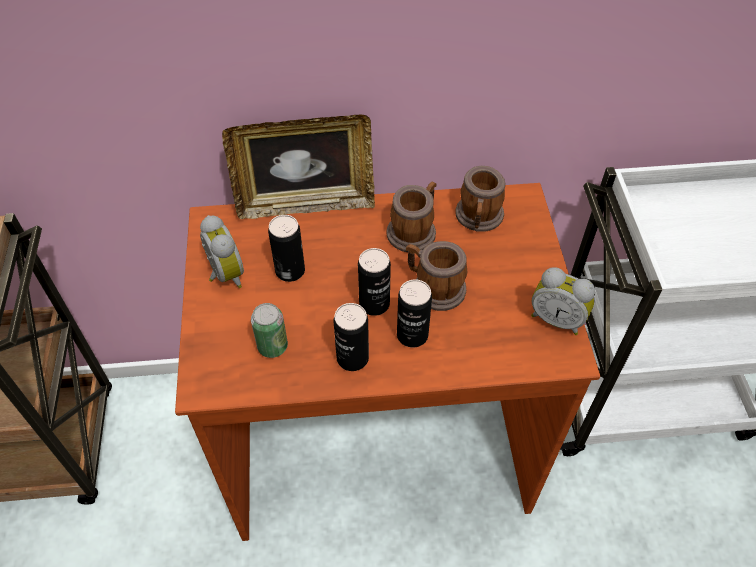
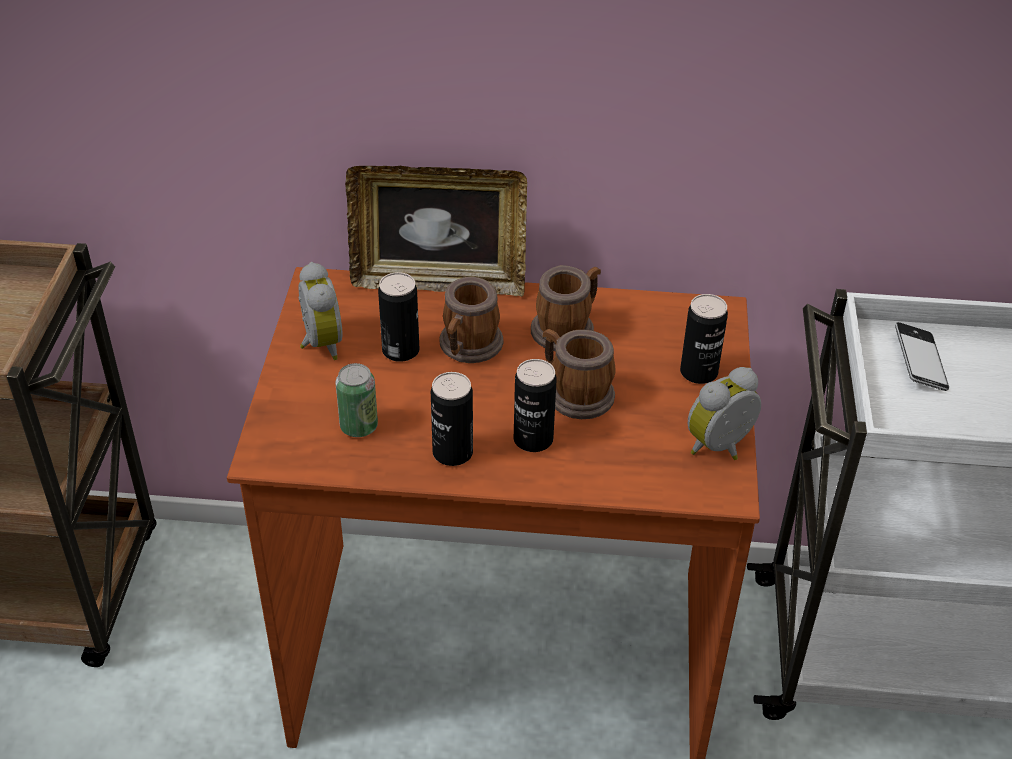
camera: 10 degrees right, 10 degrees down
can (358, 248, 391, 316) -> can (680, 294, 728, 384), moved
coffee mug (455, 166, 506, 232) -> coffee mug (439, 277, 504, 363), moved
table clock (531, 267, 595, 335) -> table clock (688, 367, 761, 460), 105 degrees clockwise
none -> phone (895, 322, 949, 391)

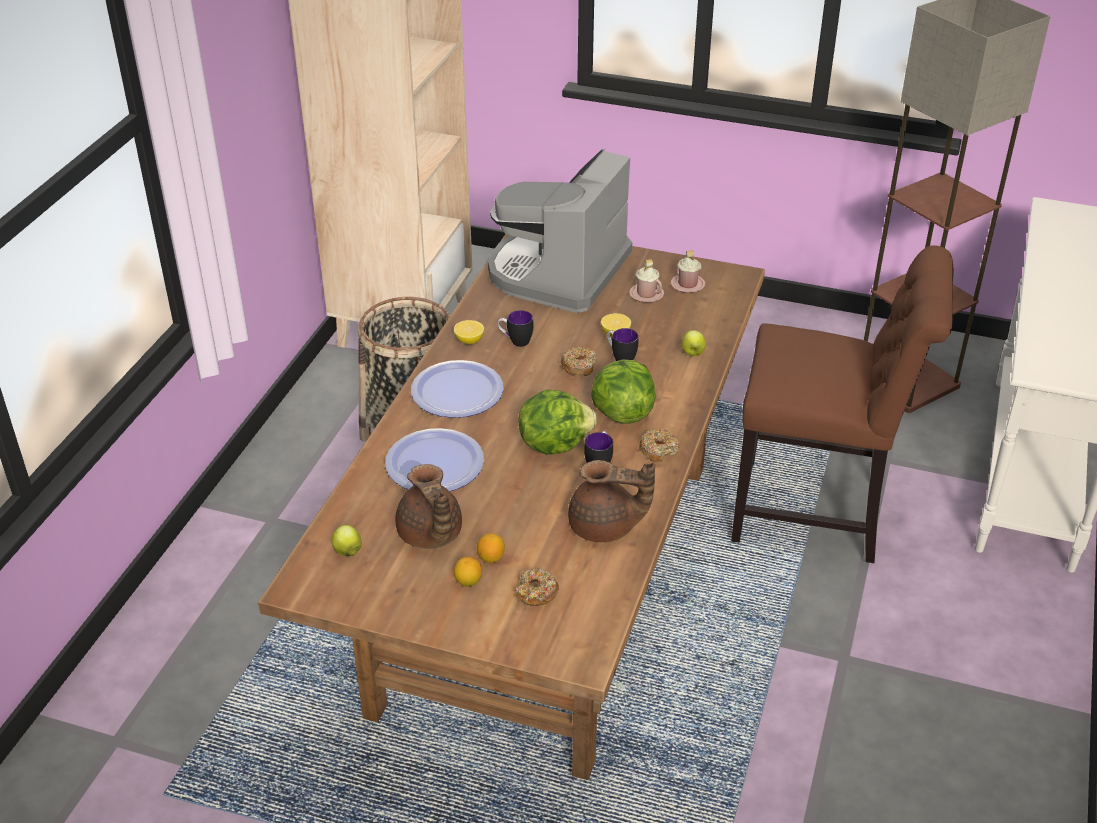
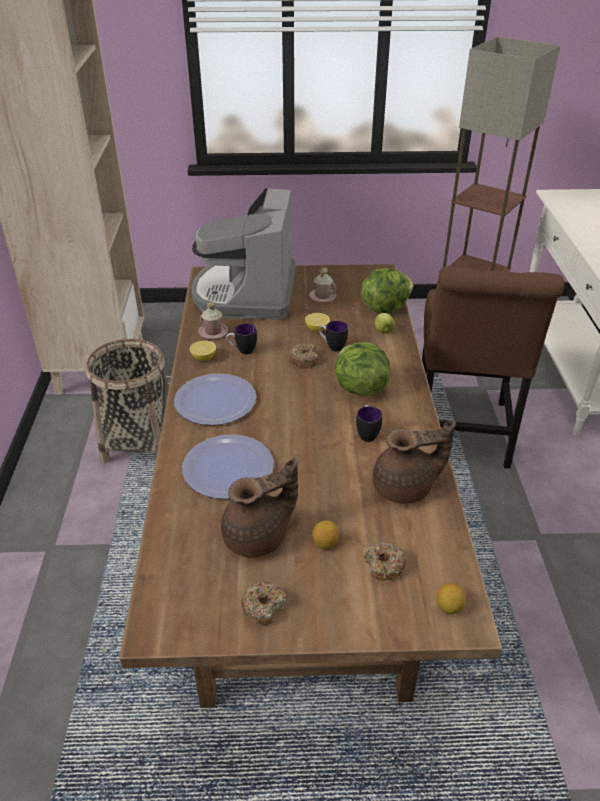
camera: 20 degrees left, 0 degrees up
apple (331, 525, 362, 556) -> none
brownish teapot (396, 464, 462, 549) -> brownish teapot (221, 458, 298, 557), 75 degrees counterclockwise
citrus fruit (454, 557, 482, 587) -> citrus fruit (437, 583, 466, 615), moved
head of lettuce (519, 389, 597, 455) -> head of lettuce (361, 268, 413, 313), moved
ring doughnut (639, 429, 679, 462) -> ring doughnut (241, 581, 287, 626), moved
pink-coloured coffee mug (671, 250, 705, 293) -> pink-coloured coffee mug (198, 302, 228, 339), moved
brownish upright chair (731, 245, 954, 563) -> brownish upright chair (422, 266, 564, 469), 105 degrees clockwise

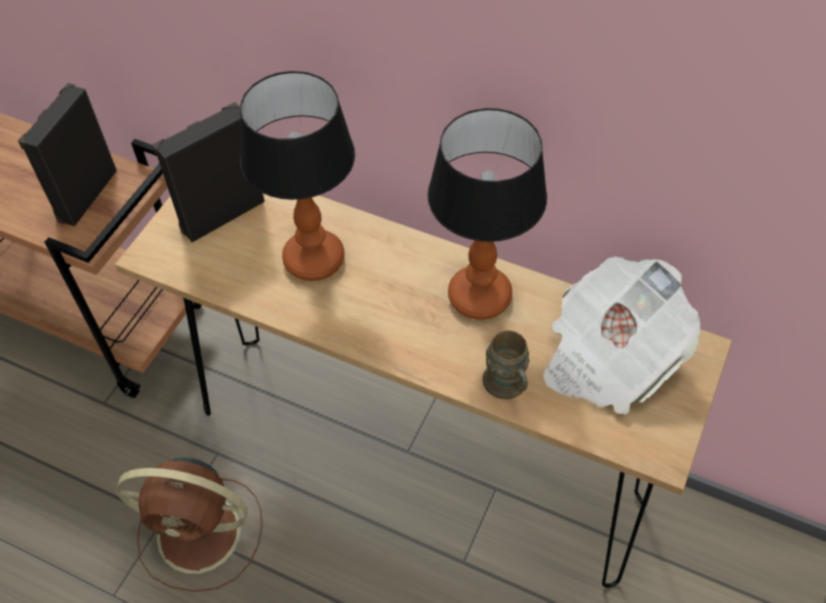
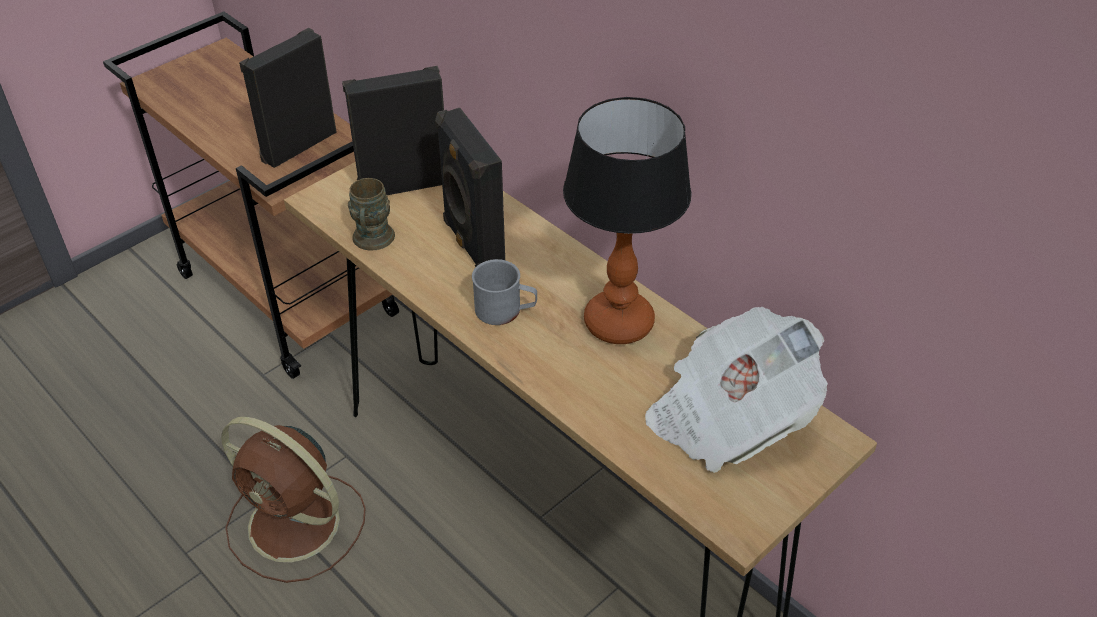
camera: 20 degrees right, 10 degrees down
lamp for a table (240, 71, 355, 281) -> blackish audio speaker (435, 108, 505, 267)
brownish coffee mug (483, 331, 530, 399) -> brownish coffee mug (348, 178, 395, 251), moved
none -> grey coffee mug (472, 259, 537, 325)

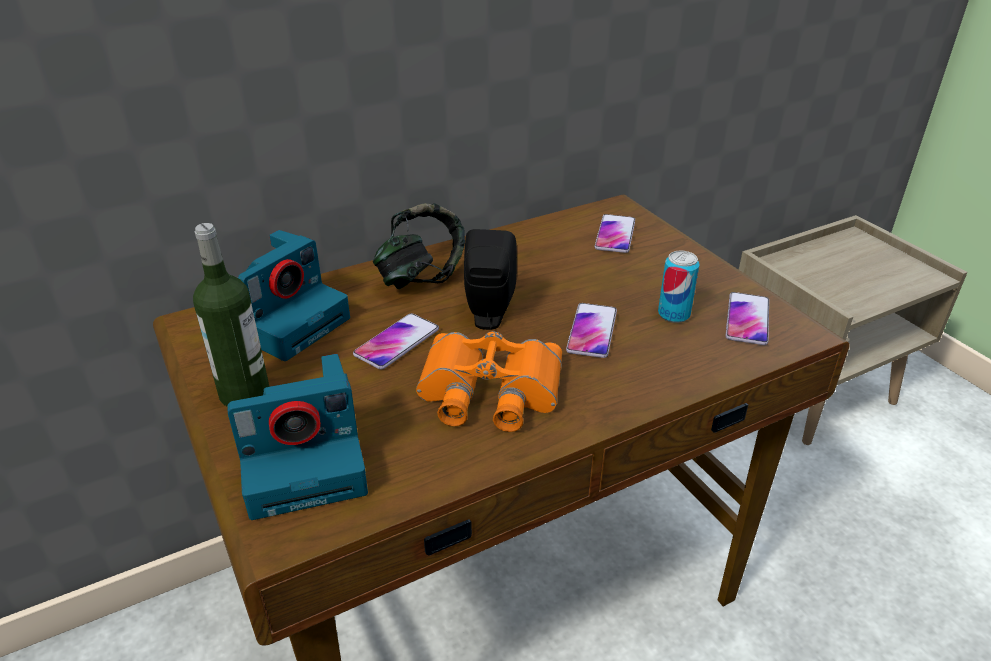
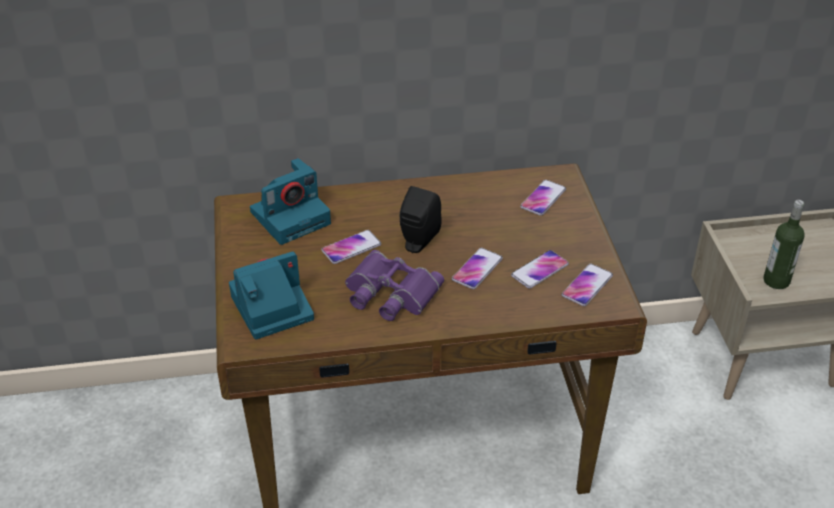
camera: 20 degrees right, 5 degrees up
beverage bottle (193, 223, 270, 407) -> beverage bottle (763, 200, 805, 289), moved
still camera (227, 354, 368, 520) -> still camera (229, 252, 314, 339), 150 degrees clockwise
pair of headphones (373, 203, 465, 289) -> none
orangey pair of binoculars (416, 331, 562, 432) -> purple pair of binoculars (345, 250, 444, 321)
can (658, 251, 700, 323) -> phone (511, 250, 569, 289)

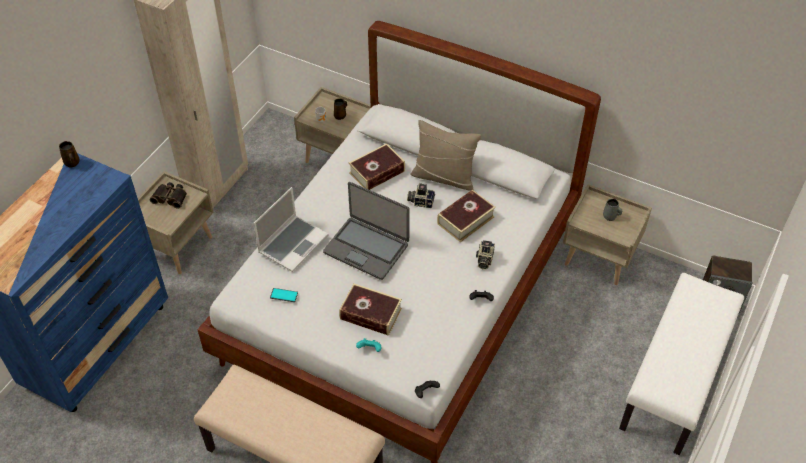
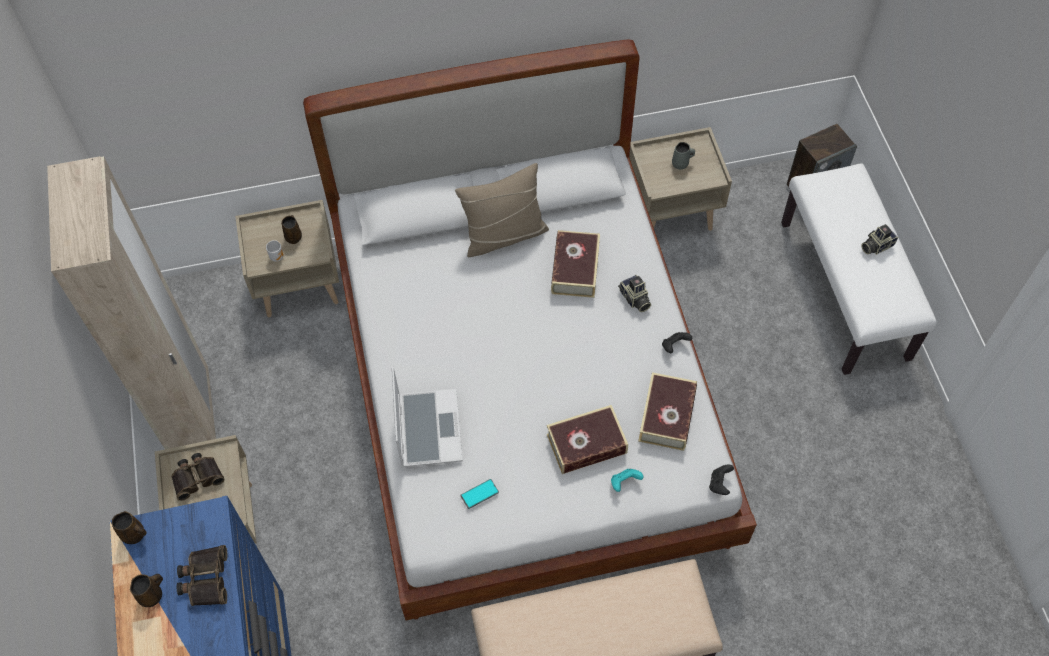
camera: 40 degrees left, 10 degrees up
laptop (323, 182, 410, 280) -> none
bound book (349, 143, 405, 190) -> bound book (638, 372, 697, 451), moved
still camera (407, 183, 435, 208) -> still camera (861, 224, 898, 255), moved
none -> brownish coffee mug (130, 574, 163, 607)
none -> pair of binoculars (177, 545, 228, 606)

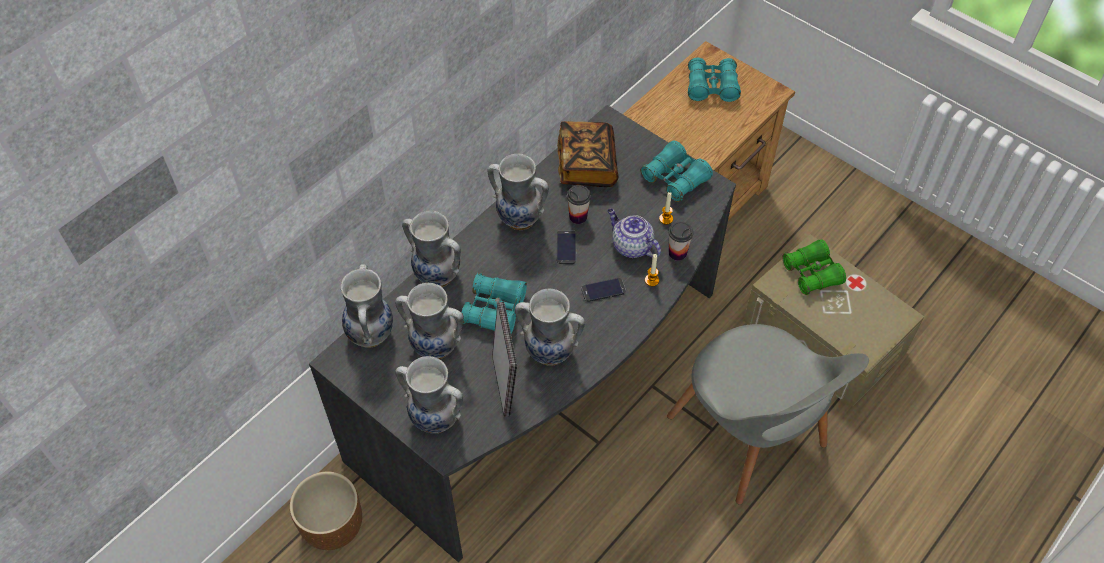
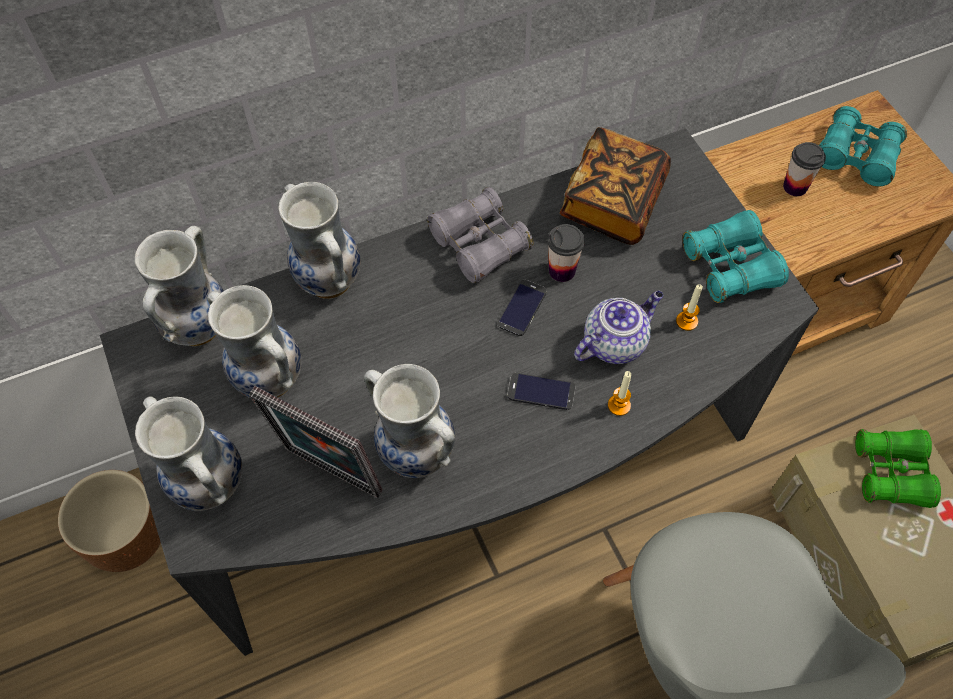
camera: 25 degrees right, 5 degrees up
blue-green pair of binoculars (462, 273, 527, 334) -> none
flower vase (487, 154, 549, 230) -> grey pair of binoculars (427, 187, 533, 283)
picture frame (492, 302, 517, 417) -> picture frame (249, 386, 383, 499), 105 degrees clockwise
teapot (607, 209, 661, 258) -> teapot (574, 291, 663, 364), 75 degrees clockwise
drinking cup (668, 221, 693, 261) -> drinking cup (783, 142, 826, 196), moved

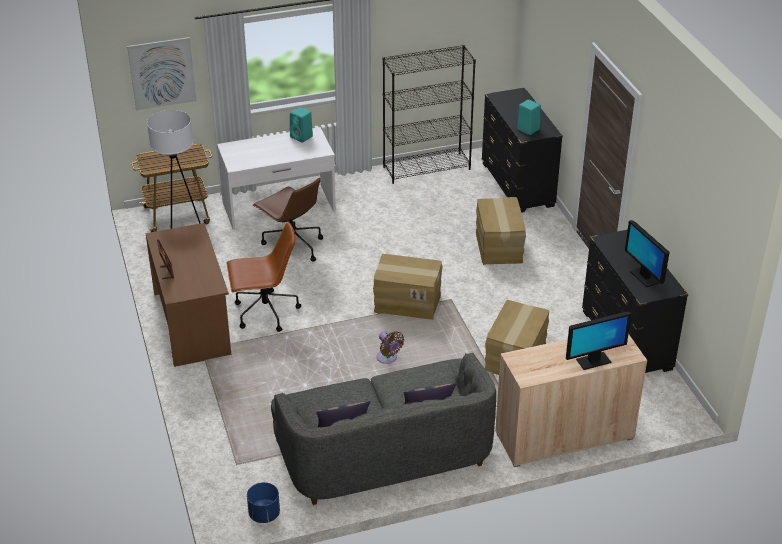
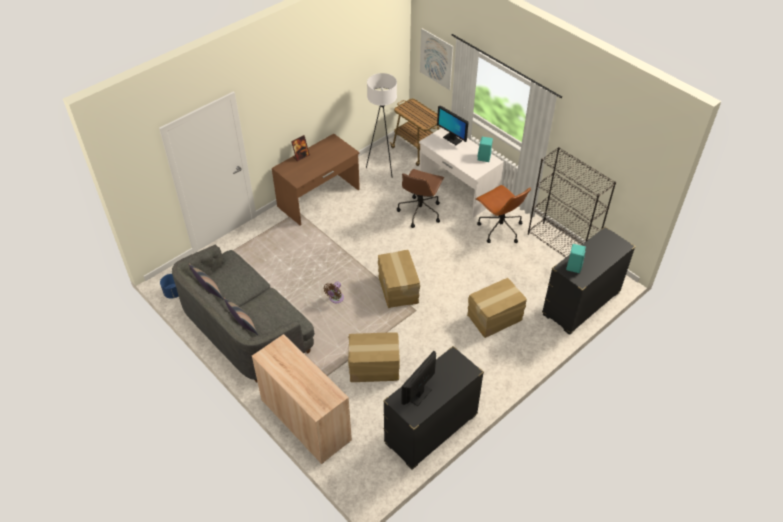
camera: 65 degrees right, 10 degrees up
brownish computer chair (226, 222, 301, 332) -> brownish computer chair (476, 185, 531, 243), moved
computer display (566, 312, 631, 370) -> computer display (437, 106, 469, 145), moved

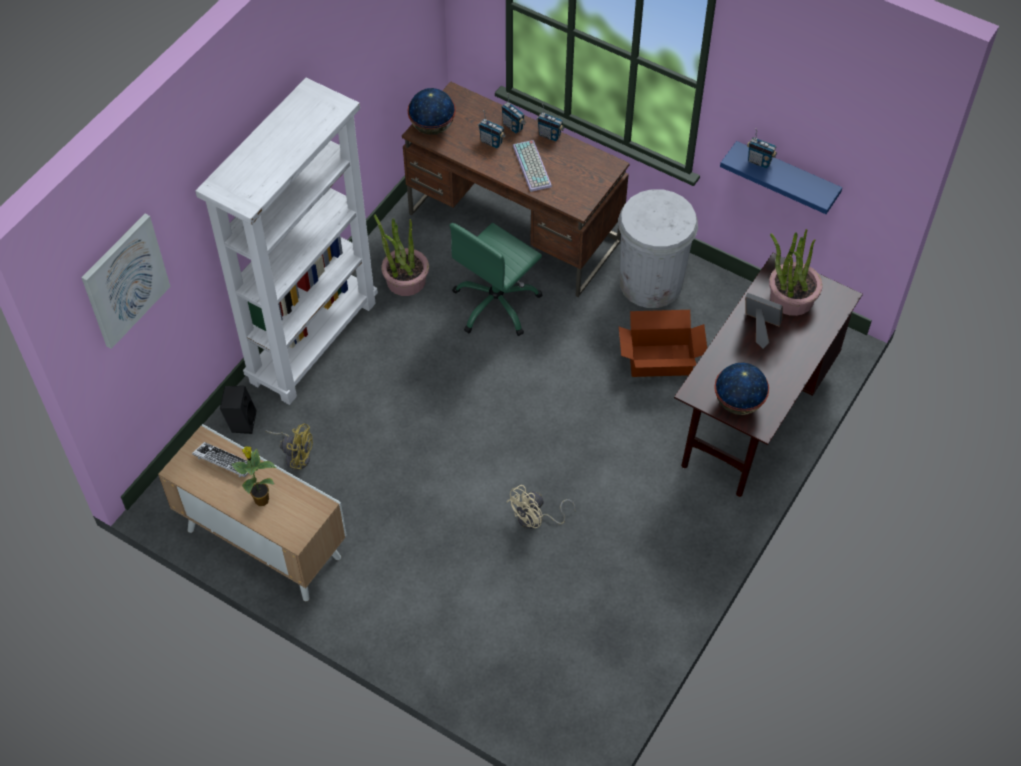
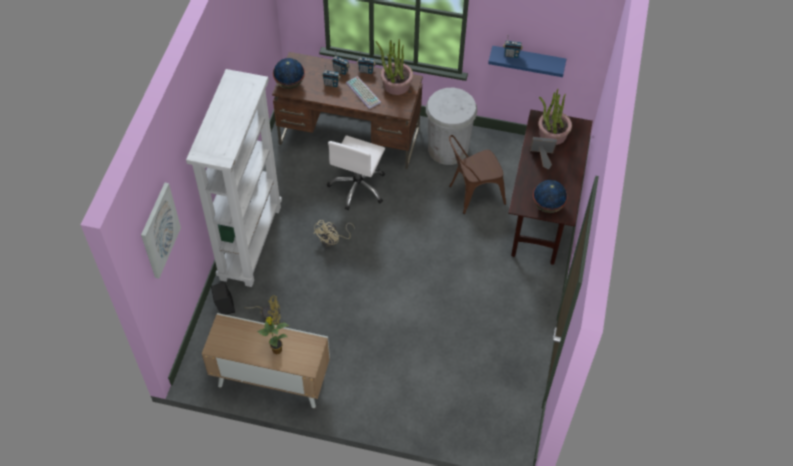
camera: 20 degrees left, 0 degrees up
keyboard (192, 442, 249, 477) -> none
houseplant (374, 214, 429, 296) -> houseplant (376, 39, 413, 95), moved
green computer chair (450, 223, 542, 336) -> white-coloured computer chair (327, 135, 385, 210)
beige electric fan (507, 485, 576, 529) -> beige electric fan (313, 220, 355, 247), moved
carton (619, 310, 707, 377) -> brownish upright chair (449, 135, 506, 214)

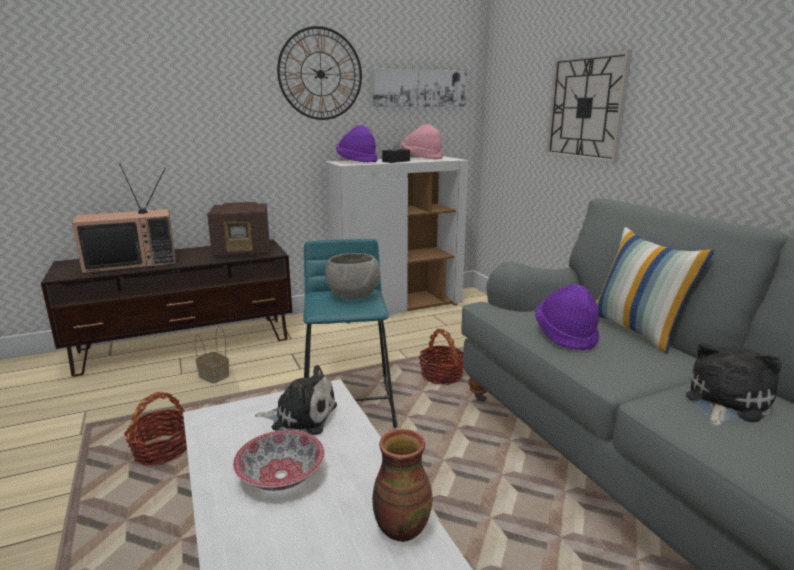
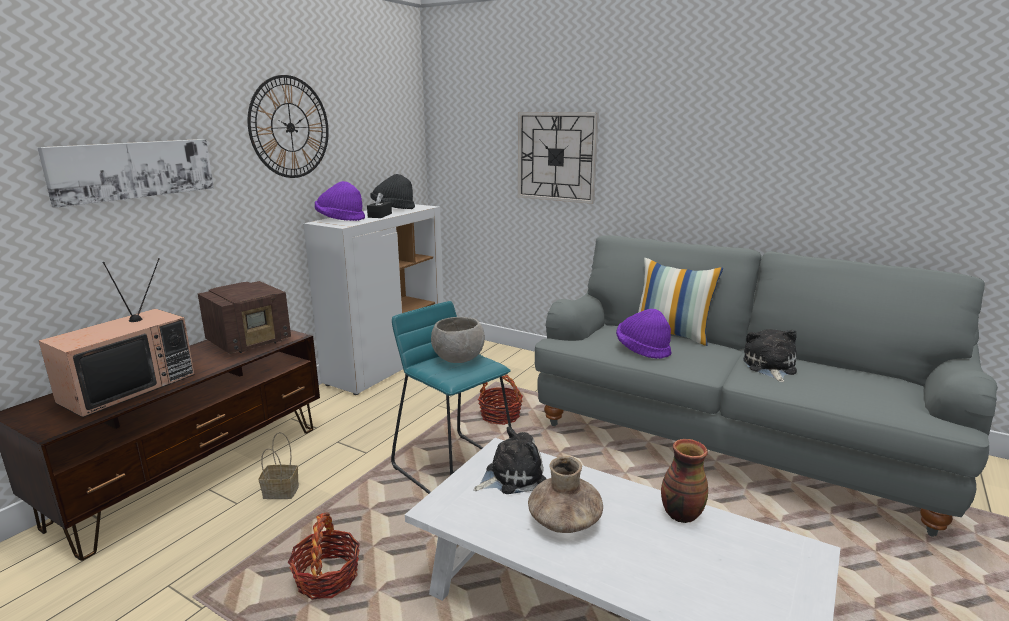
camera: 35 degrees left, 0 degrees up
bowl (233, 430, 325, 491) -> brownish flower vase (528, 456, 603, 533)
wall art (372, 69, 467, 107) -> wall art (37, 139, 214, 208), moved
pink-coloured wearable hat (401, 124, 443, 160) -> blackish wearable hat (370, 174, 415, 209)

